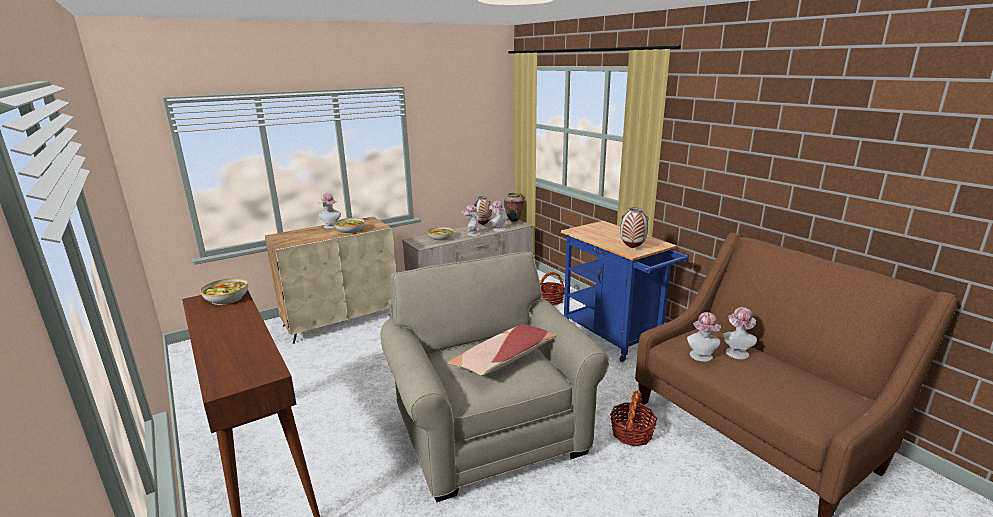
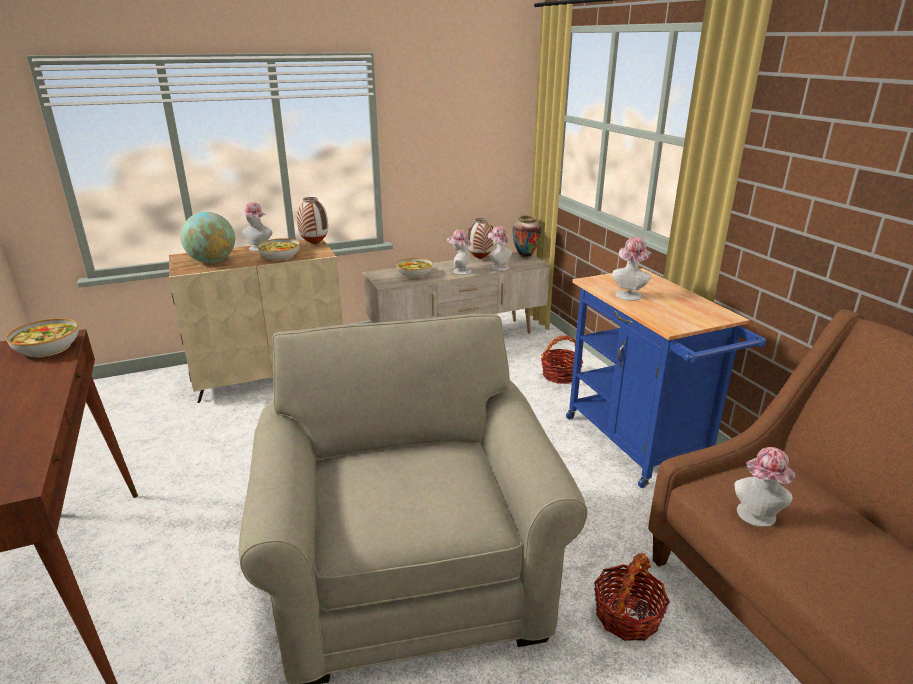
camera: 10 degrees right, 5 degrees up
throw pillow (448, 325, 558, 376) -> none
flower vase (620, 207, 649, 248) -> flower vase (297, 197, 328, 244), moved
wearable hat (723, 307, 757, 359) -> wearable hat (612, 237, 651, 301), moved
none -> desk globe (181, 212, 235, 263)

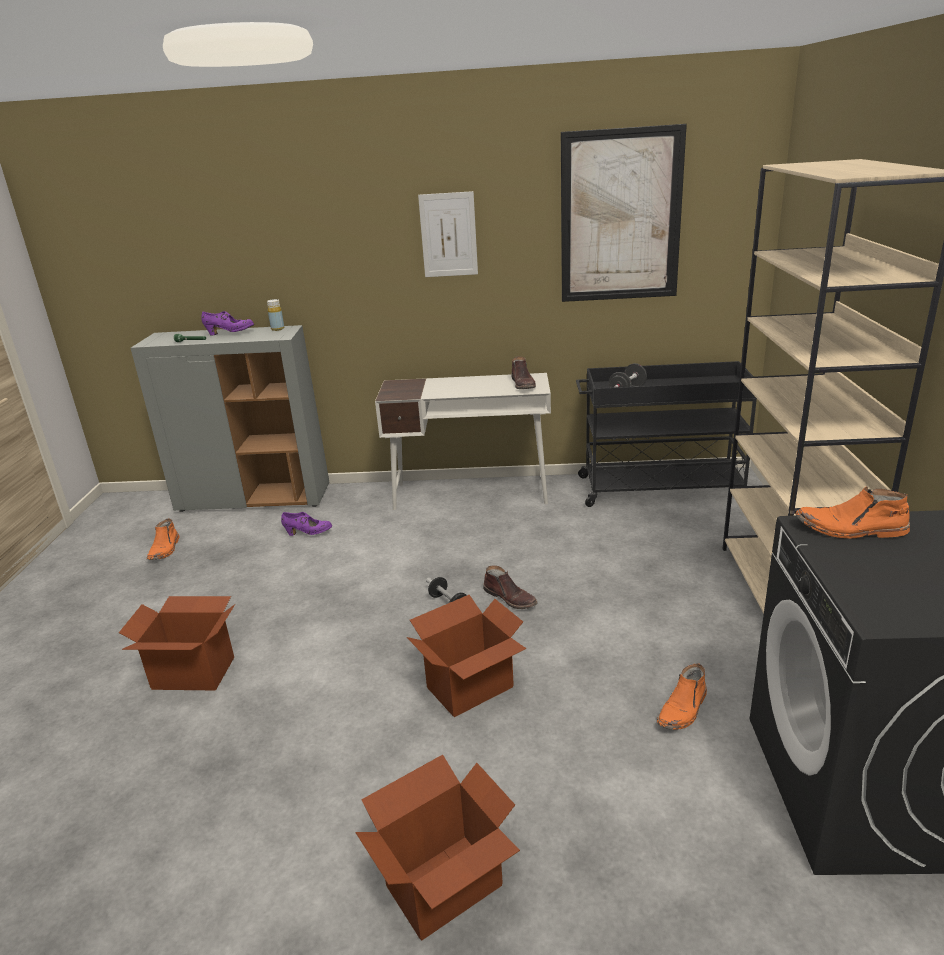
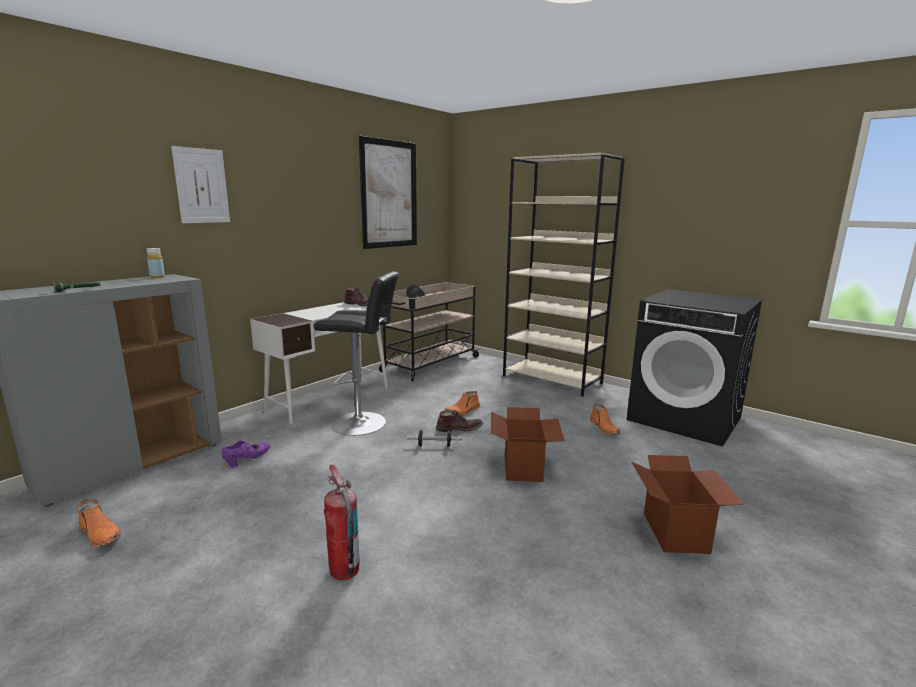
camera: 55 degrees left, 10 degrees down
carton (119, 596, 235, 691) -> extinguisher (324, 465, 359, 580)
purple item of footwear (201, 311, 254, 336) -> none
wall art (418, 191, 478, 277) -> wall art (171, 146, 230, 223), moved
blackish wheeled cart (576, 361, 757, 507) -> beige wheeled cart (379, 282, 480, 381)
orangey boot (795, 486, 910, 539) -> orangey boot (444, 391, 480, 416), moved
none -> blackish stool (314, 271, 400, 436)

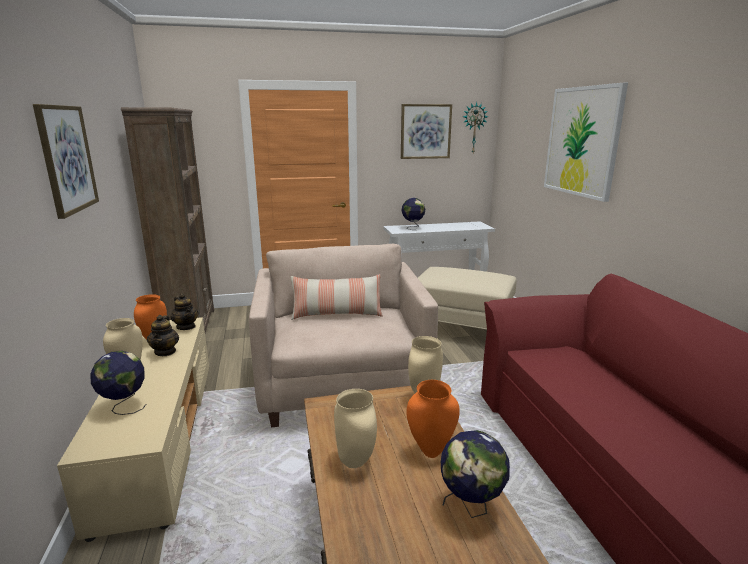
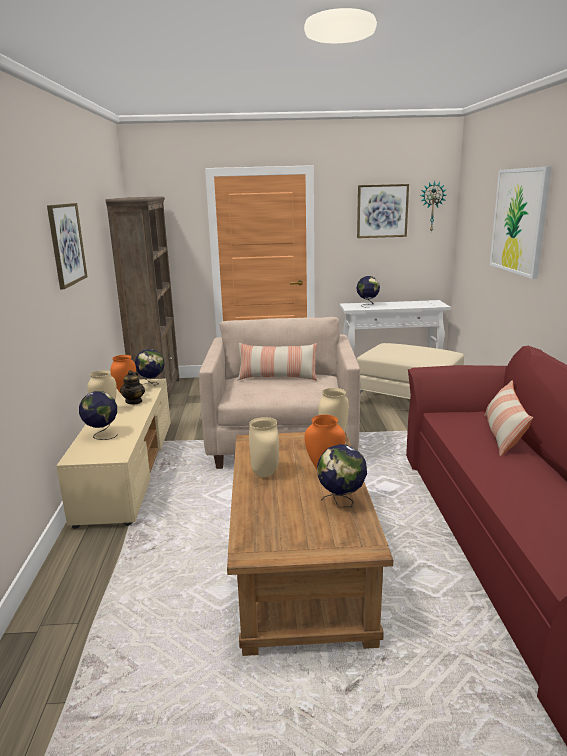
camera: 10 degrees right, 0 degrees up
teapot (170, 293, 198, 330) -> desk globe (135, 349, 165, 385)
none -> throw pillow (484, 381, 533, 456)

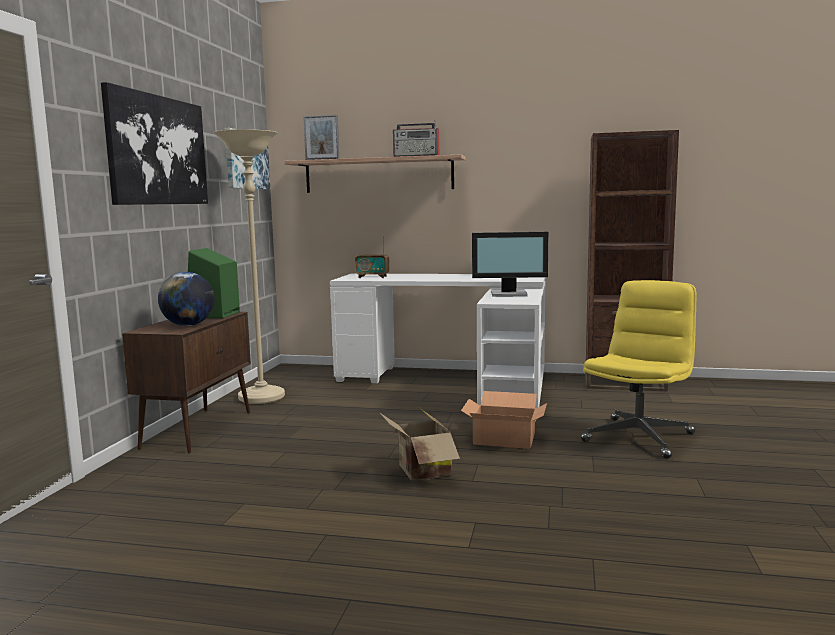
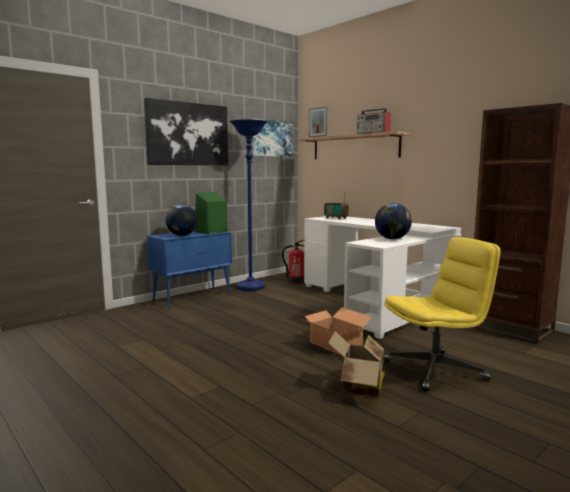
camera: 35 degrees right, 0 degrees up
brownish cupboard (122, 312, 251, 453) -> blue-coloured cupboard (147, 231, 232, 308)
beige floor lamp (213, 129, 285, 404) -> blue-coloured floor lamp (229, 120, 268, 291)
carton (379, 407, 460, 480) -> carton (328, 332, 385, 397), moved
computer display (472, 232, 549, 297) -> desk globe (375, 203, 412, 239)
none -> extinguisher (282, 240, 305, 284)

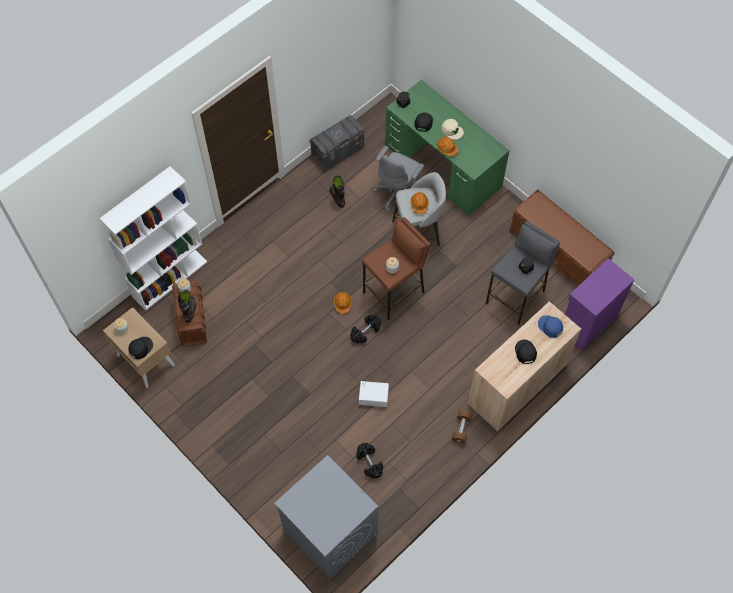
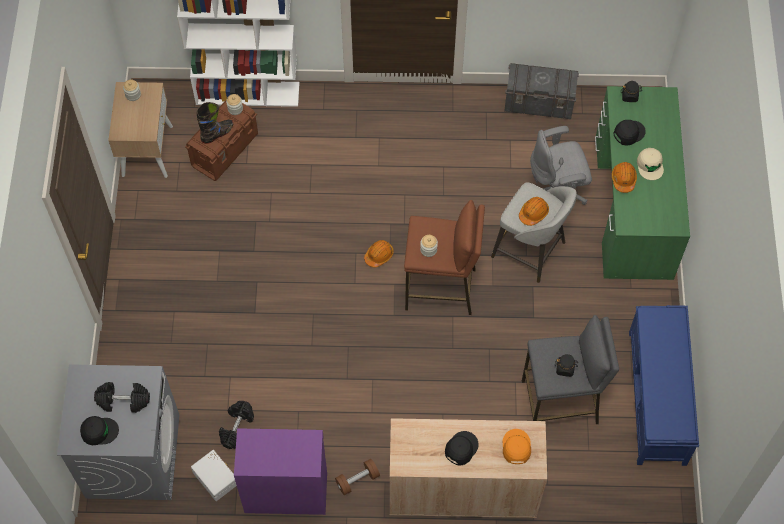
camera: 45 degrees right, 0 degrees up
blackish peaked cap (128, 337, 153, 359) -> blackish peaked cap (80, 416, 119, 445), moved
blackish boot (330, 175, 345, 208) -> none
blackish hand weight (350, 315, 381, 344) -> blackish hand weight (94, 382, 150, 413), moved
white-coloured storage bin (359, 381, 389, 407) -> white-coloured storage bin (191, 450, 237, 501), moved
brownish indoor bench (510, 189, 615, 286) -> blue-coloured indoor bench (629, 305, 699, 466)
blue-coloured peaked cap (538, 315, 563, 338) -> orangey peaked cap (503, 429, 531, 464)
purple cupboard (565, 258, 635, 351) -> purple cupboard (234, 428, 327, 515), moved

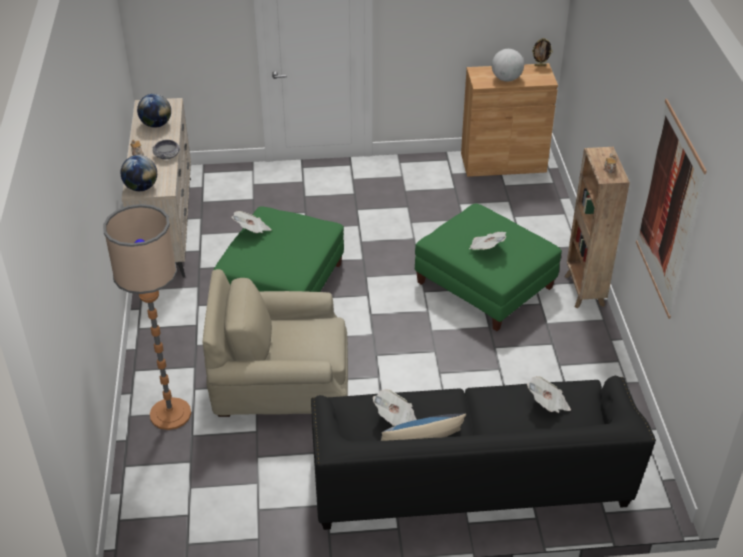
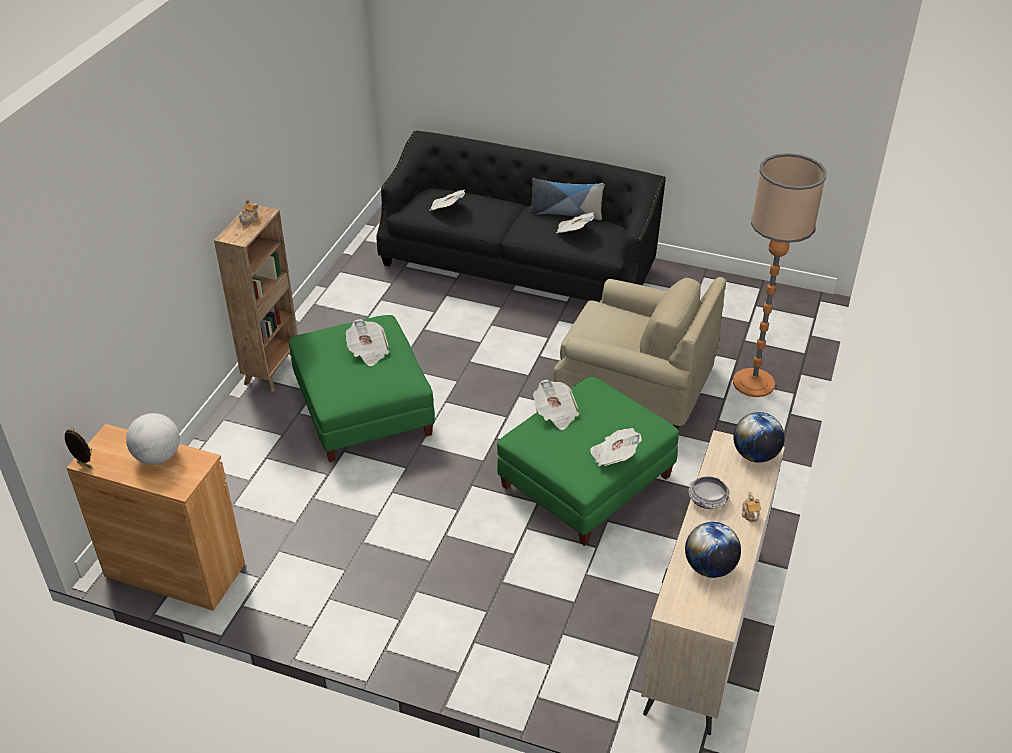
camera: 155 degrees left, 0 degrees up
wall art (636, 99, 707, 319) -> none
none -> printed paper (533, 380, 579, 430)

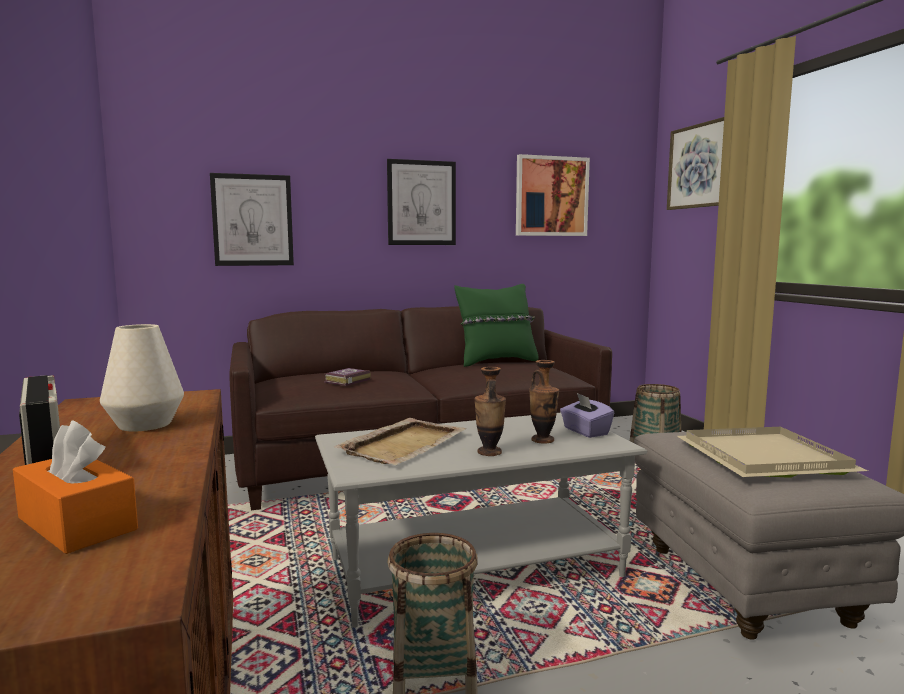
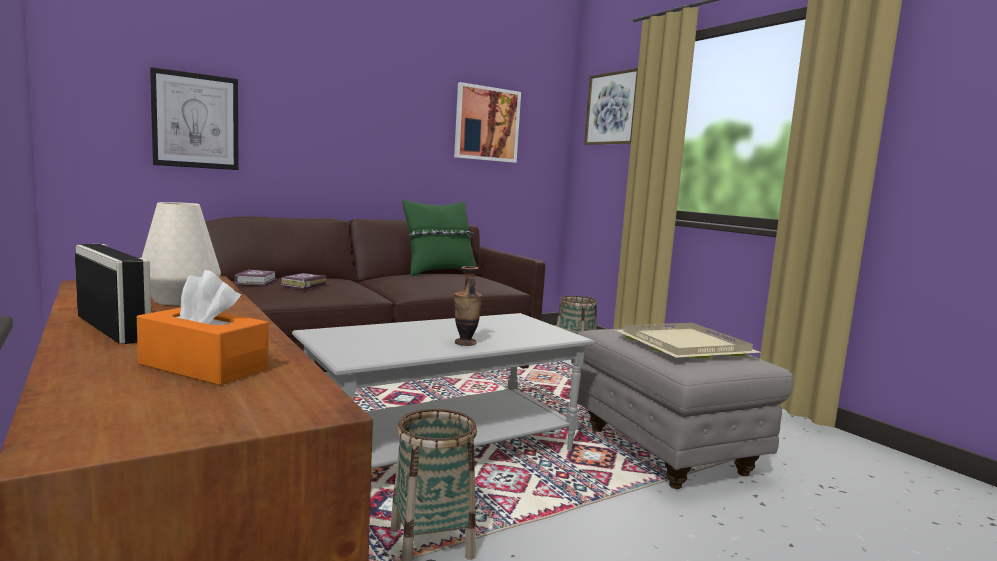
camera: 15 degrees left, 0 degrees up
beige serving tray (334, 418, 466, 465) -> none
wall art (387, 159, 456, 245) -> none
flower vase (529, 360, 559, 444) -> none
purple tissue box (560, 393, 614, 438) -> none
none -> bound book (235, 269, 276, 285)

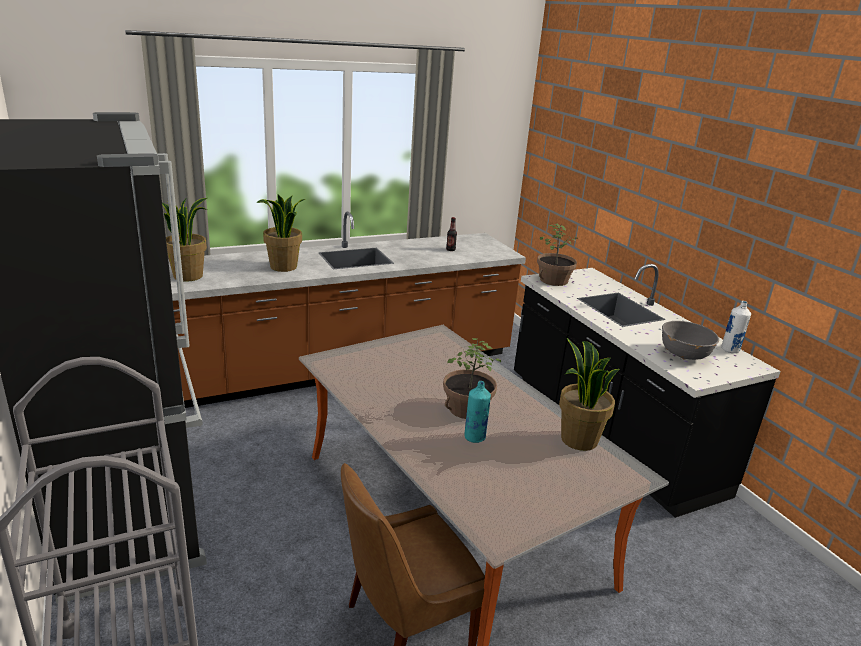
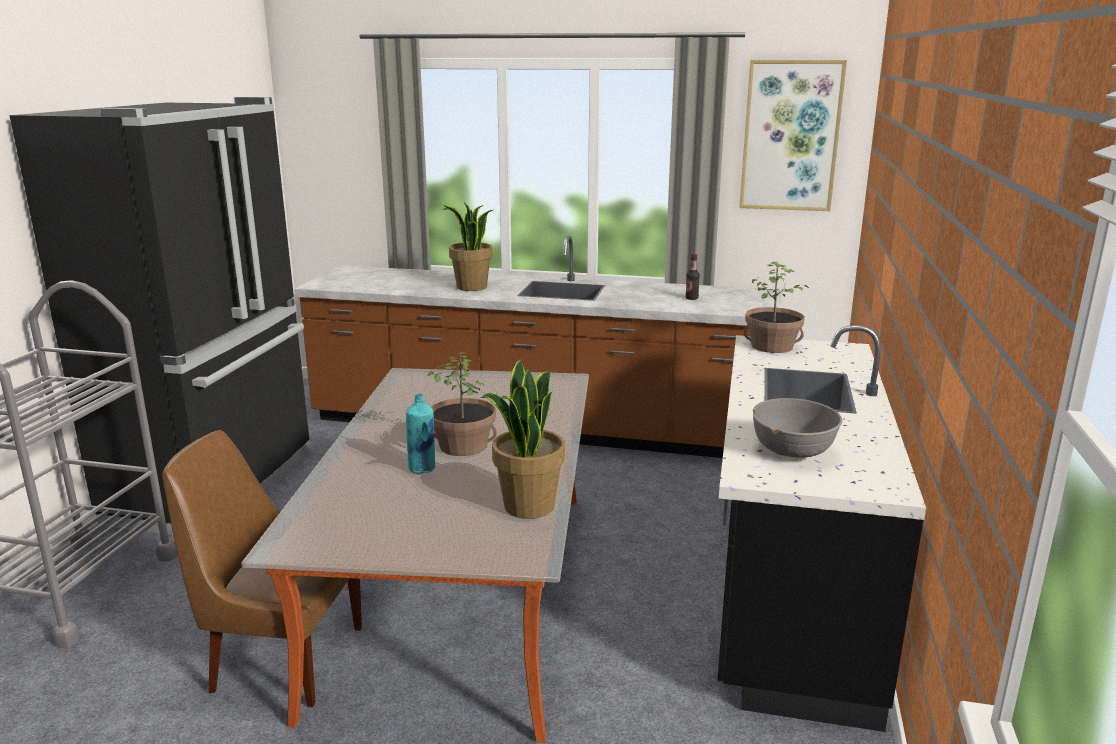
camera: 40 degrees right, 5 degrees down
houseplant (162, 198, 207, 282) -> none
white-coloured beverage bottle (721, 301, 751, 353) -> none
none -> wall art (739, 60, 847, 211)

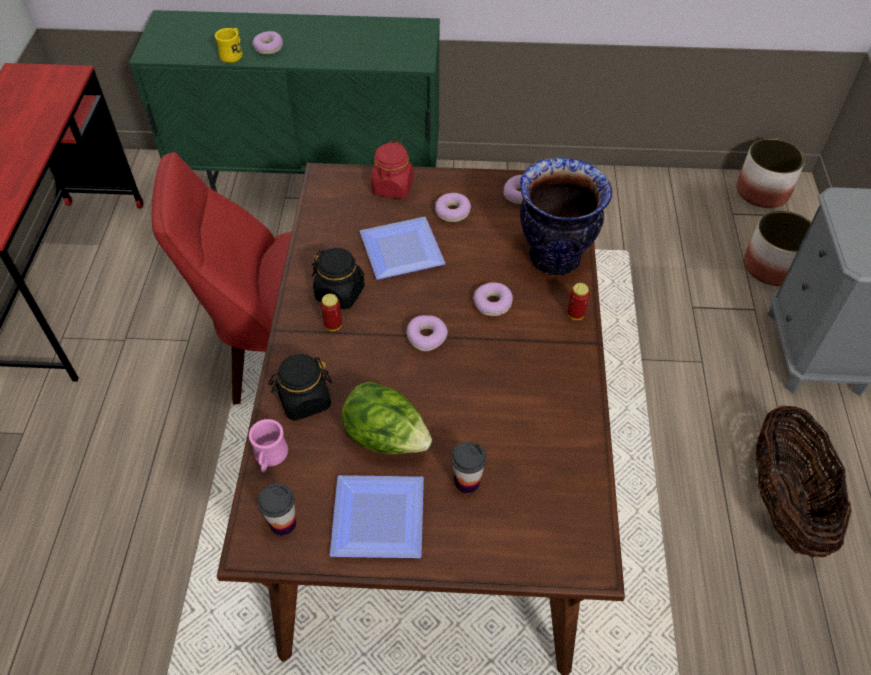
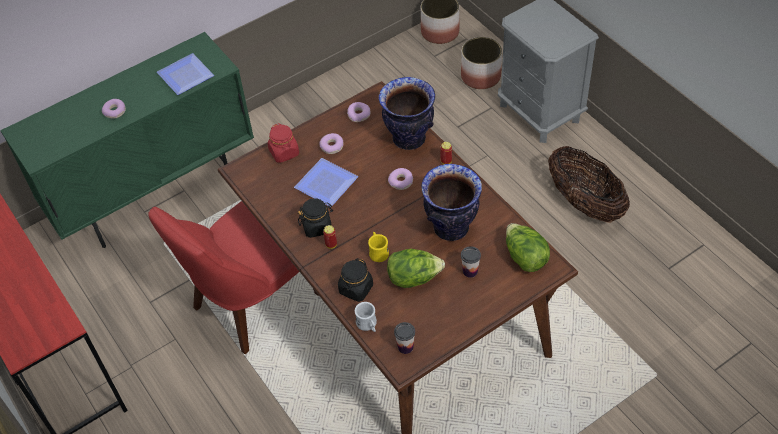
camera: 35 degrees left, 0 degrees up
yellow coffee mug (215, 28, 243, 63) -> yellow coffee mug (368, 232, 389, 262), moved
pink-coloured coffee mug (249, 419, 288, 473) -> white-coloured coffee mug (355, 302, 377, 332)
dinner plate (330, 475, 424, 558) -> dinner plate (157, 53, 214, 95), moved
ring doughnut (406, 315, 448, 351) -> none
none -> flower vase (421, 164, 482, 241)
none -> head of lettuce (506, 223, 550, 272)

